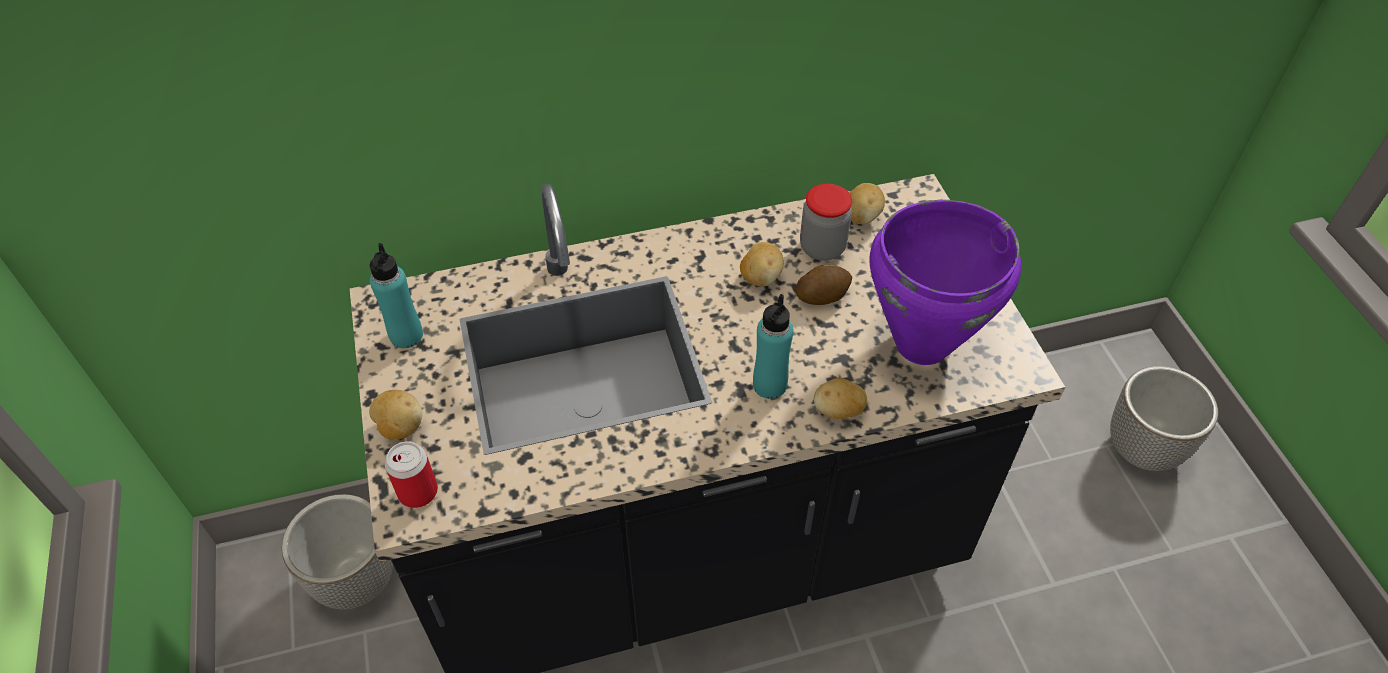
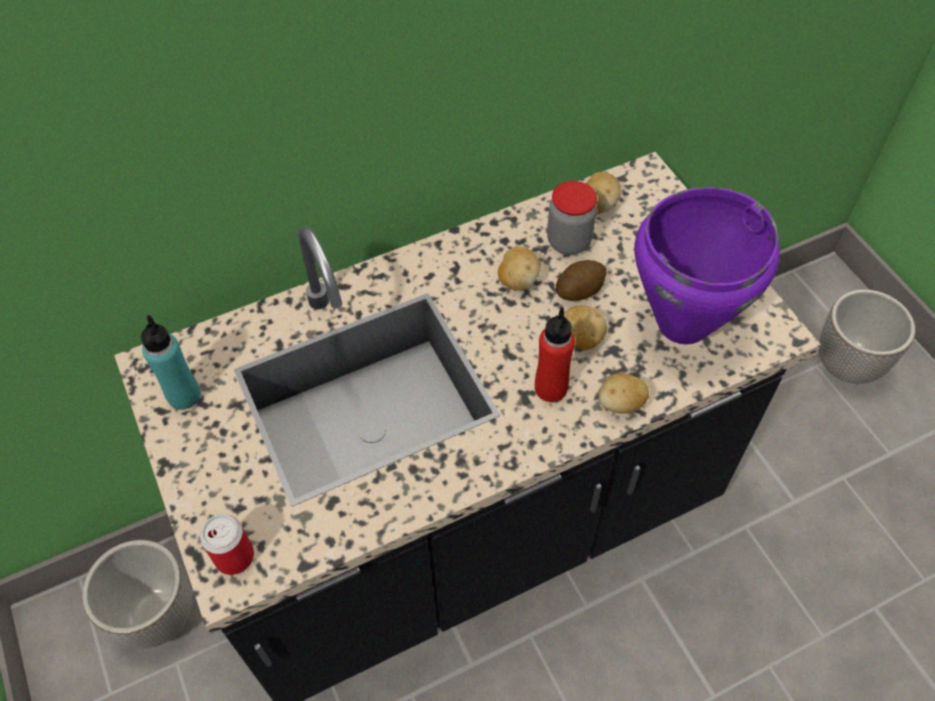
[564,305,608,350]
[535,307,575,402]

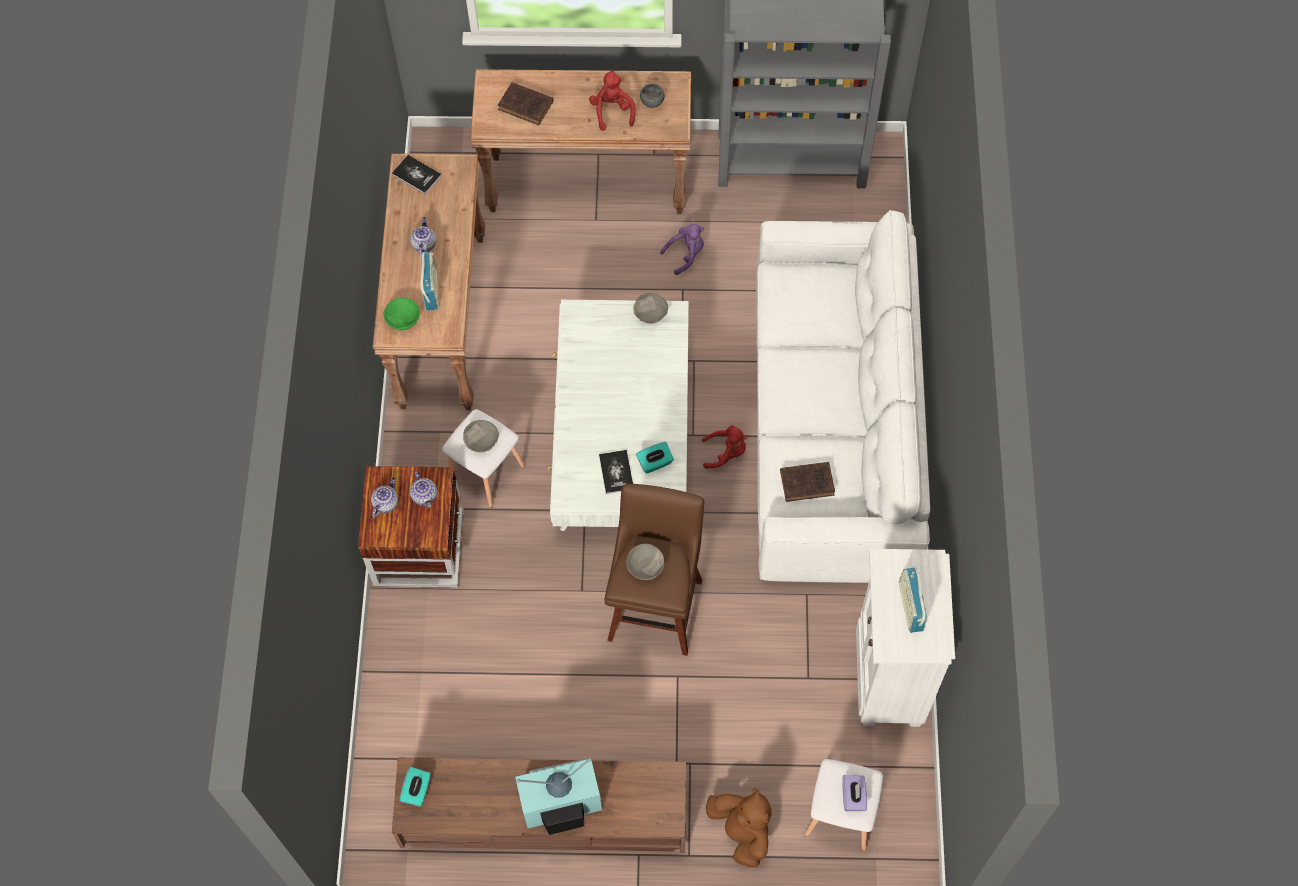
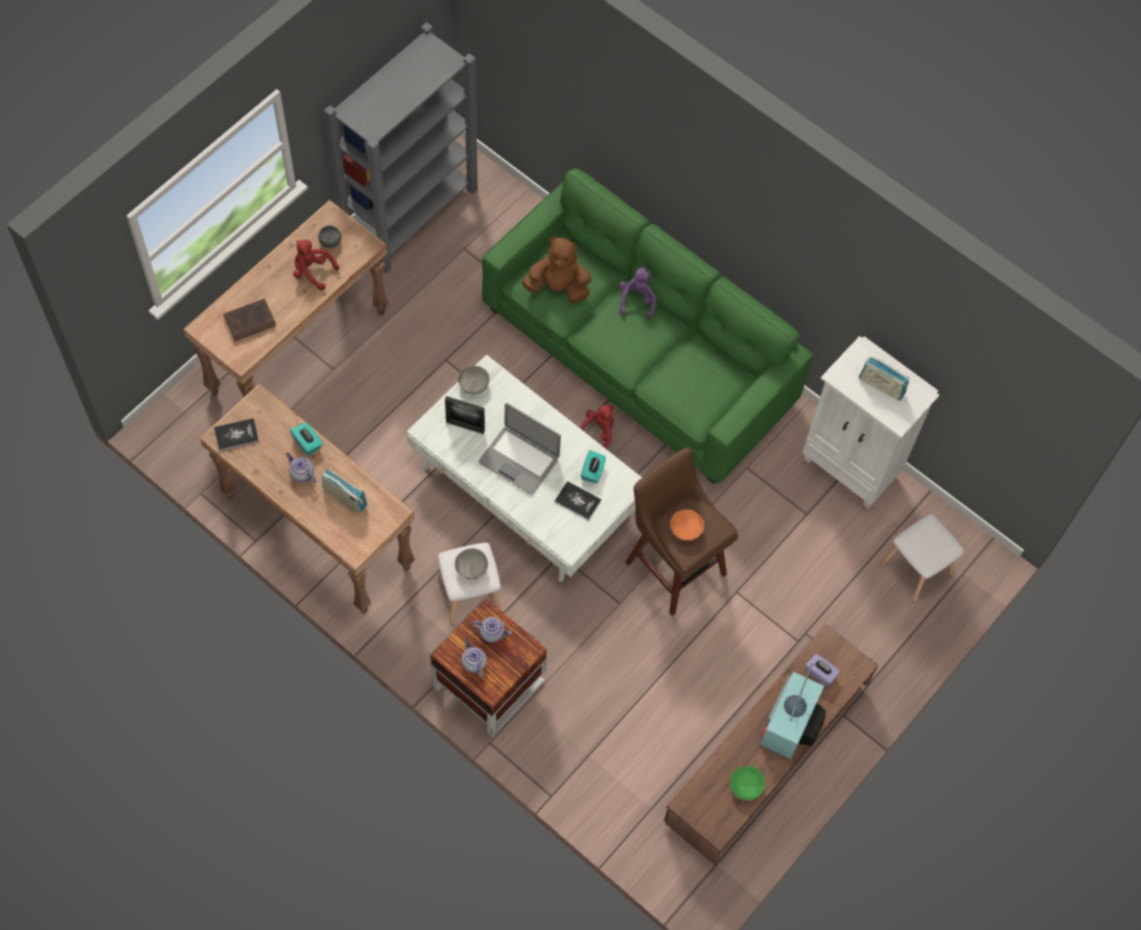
[730,766,765,800]
[290,422,323,456]
[670,509,704,541]
[619,266,657,320]
[522,236,591,303]
[482,168,813,484]
[780,462,835,502] (first image)
[805,654,840,686]
[445,396,485,434]
[478,403,561,495]

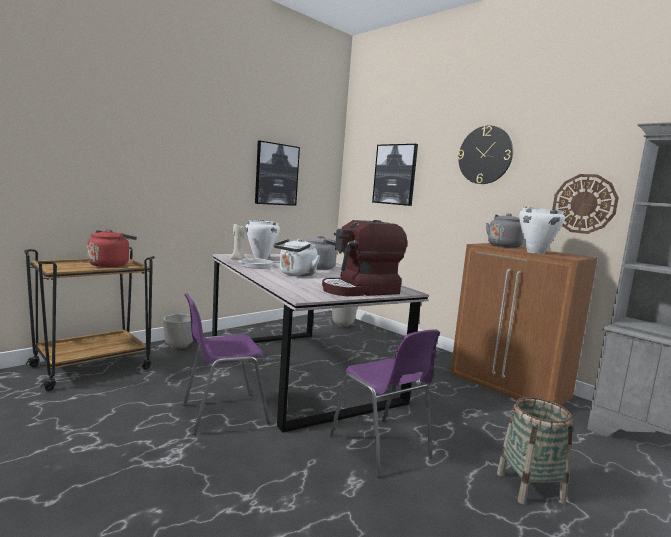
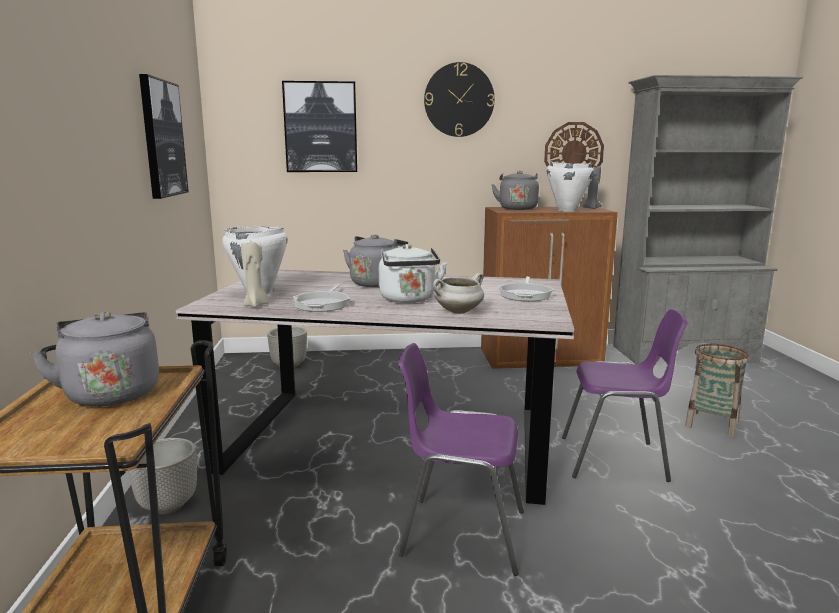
[30,311,159,407]
[398,343,524,576]
[498,276,554,301]
[433,273,484,314]
[583,166,602,209]

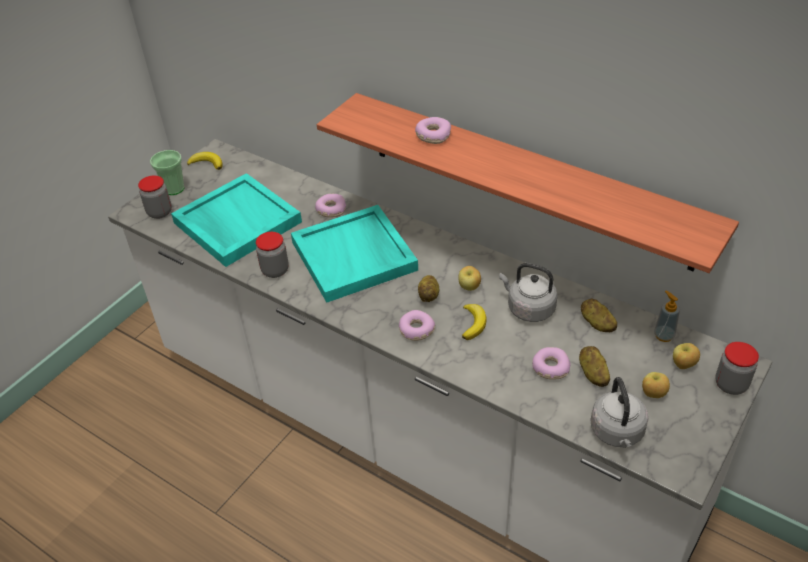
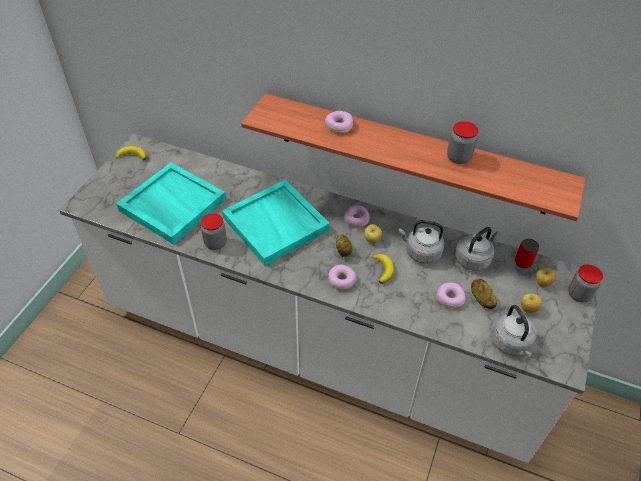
[447,121,478,164]
[150,150,184,195] (first image)
[344,205,370,227]
[455,227,500,271]
[515,239,539,268]

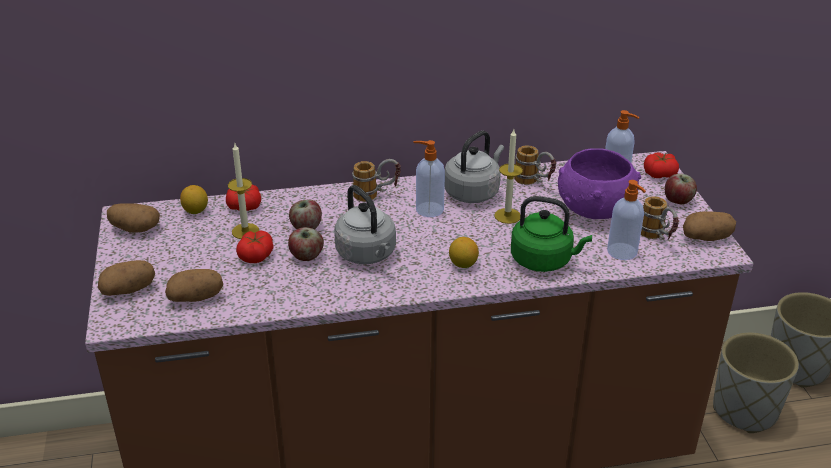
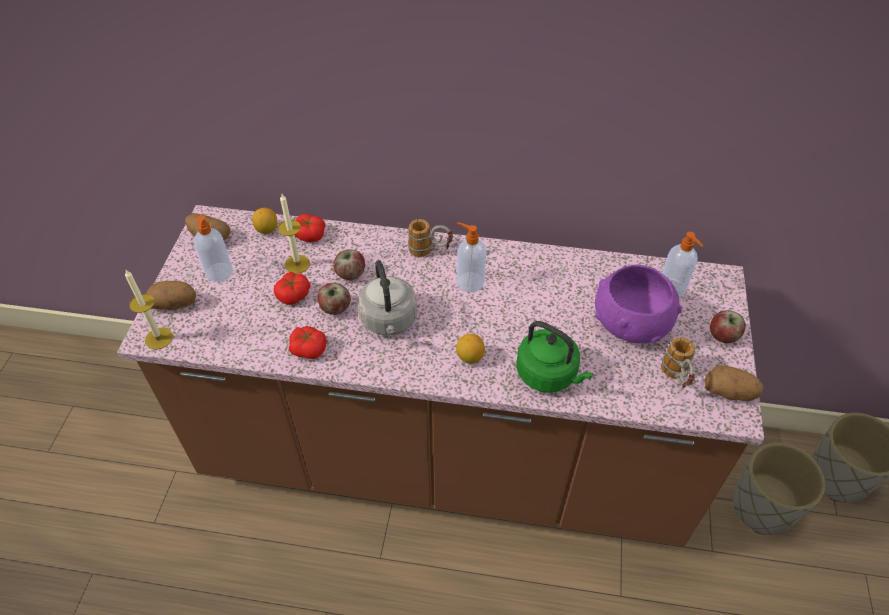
[165,269,223,302] (first image)
[445,131,504,203] (first image)
[125,270,173,350]
[514,145,556,185] (first image)
[194,215,233,282]
[289,326,327,359]

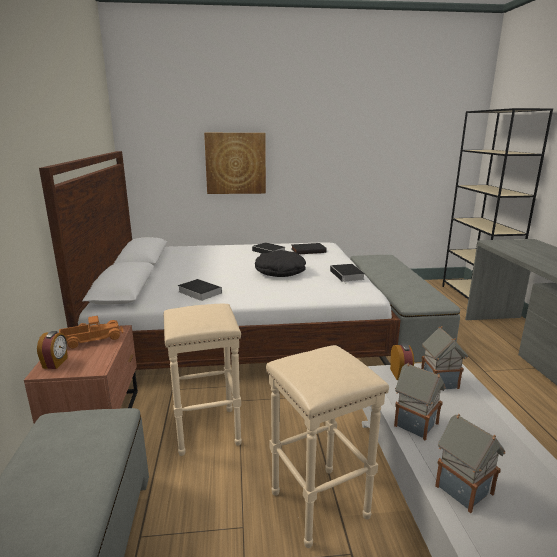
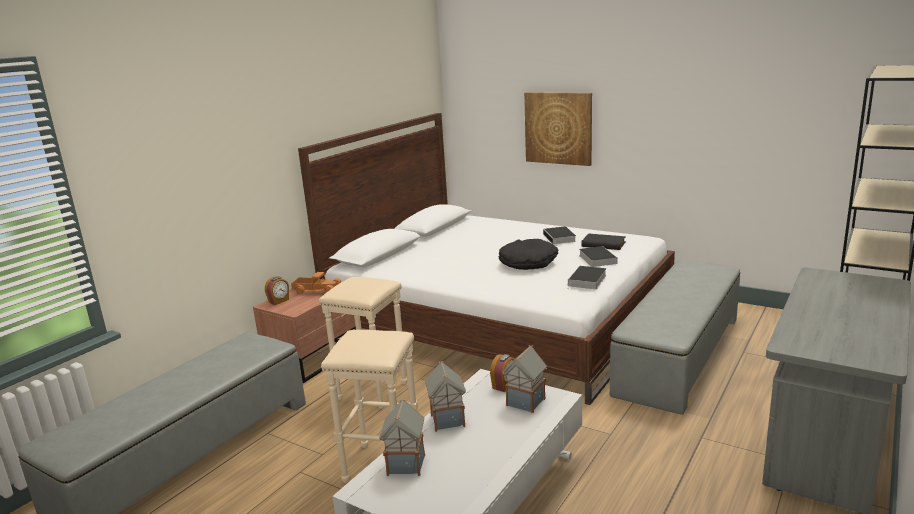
[579,246,617,267]

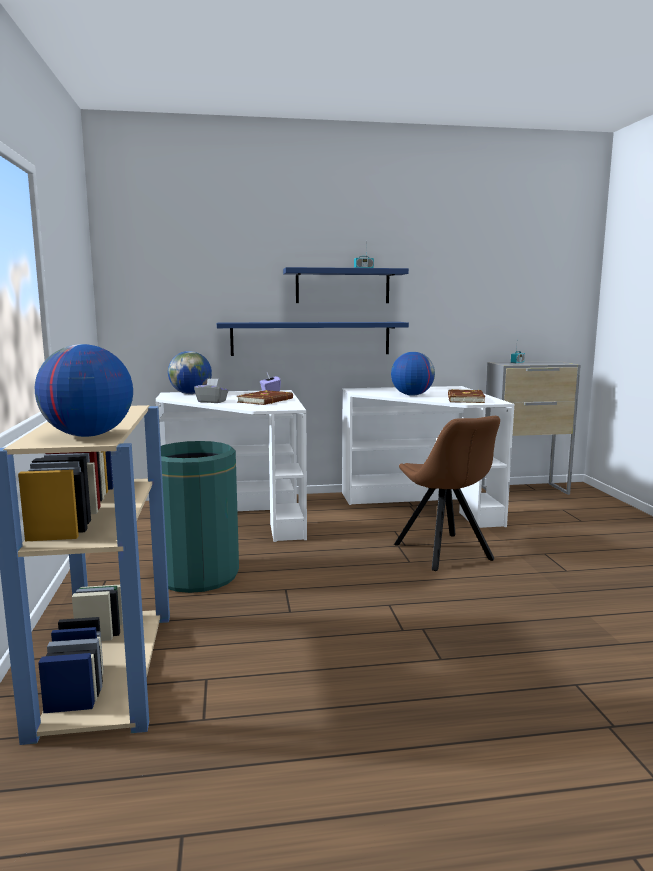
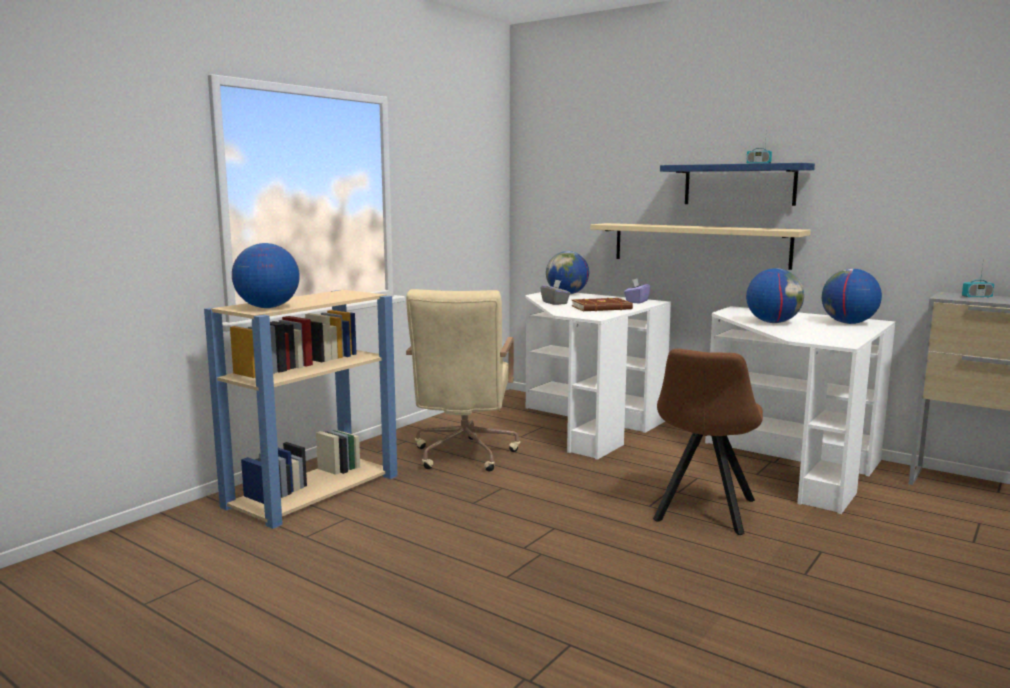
[406,289,520,472]
[590,223,811,270]
[448,389,485,403] (first image)
[822,269,882,324]

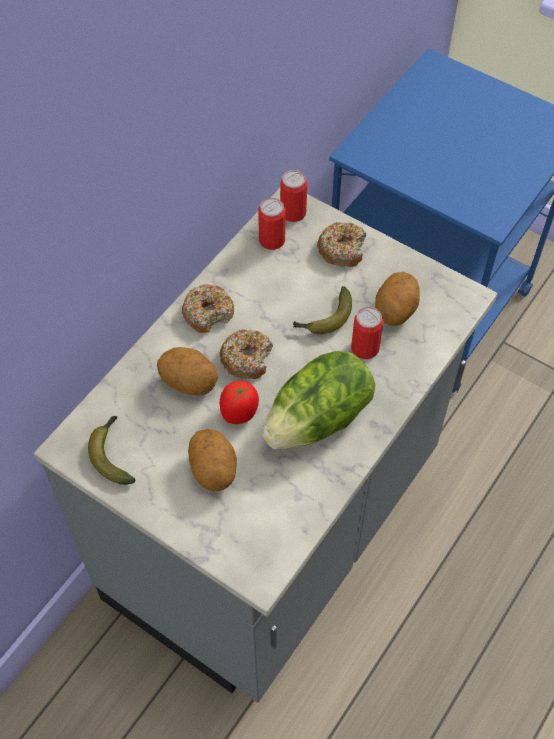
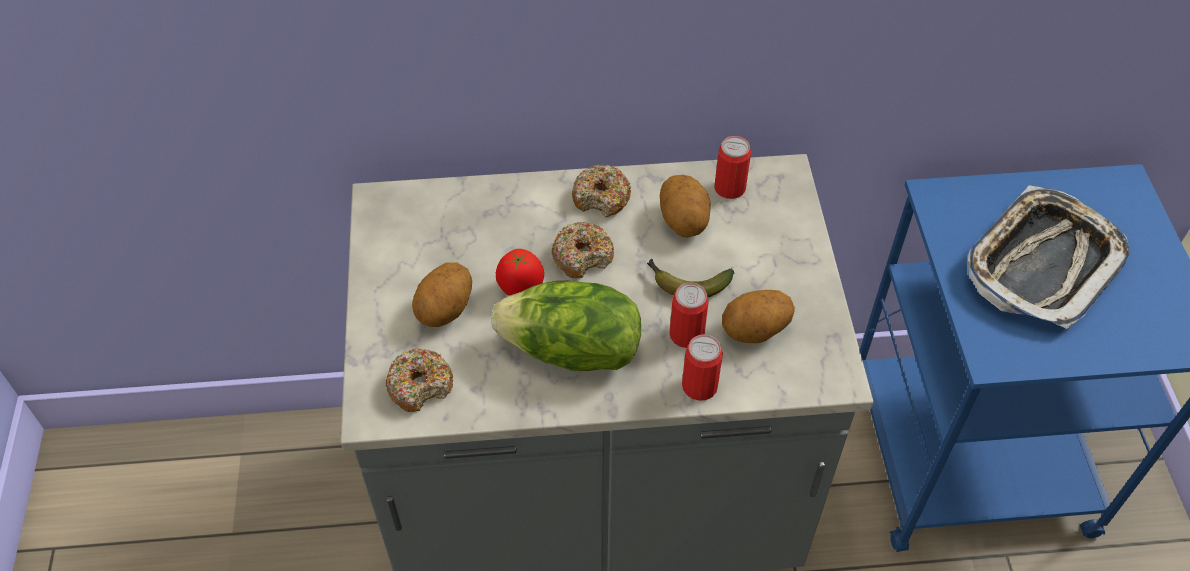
[88,416,135,485] (first image)
[660,175,711,237]
[682,334,723,401]
[386,348,453,412]
[968,186,1130,329]

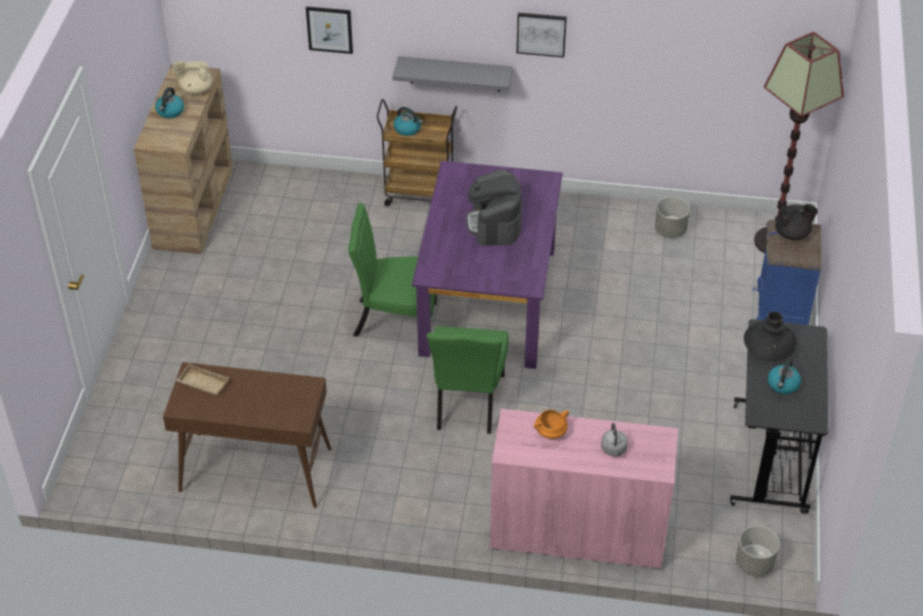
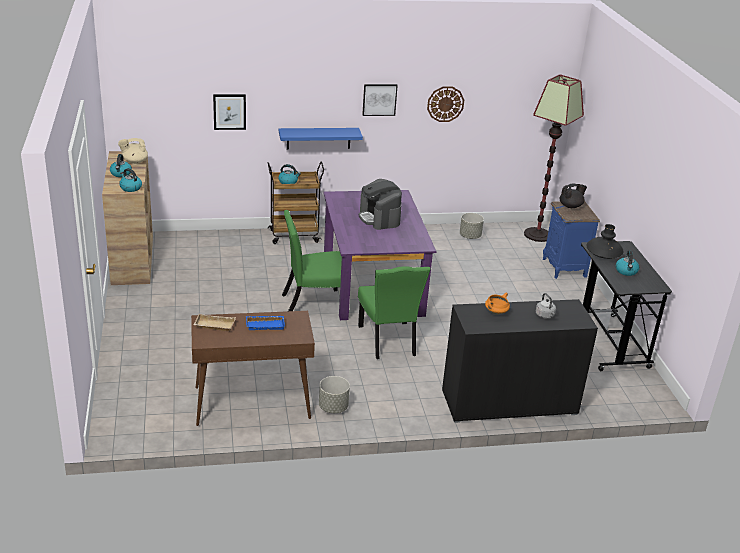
[279,128,363,150]
[442,299,598,423]
[319,376,350,413]
[119,168,142,192]
[246,316,285,330]
[427,86,464,122]

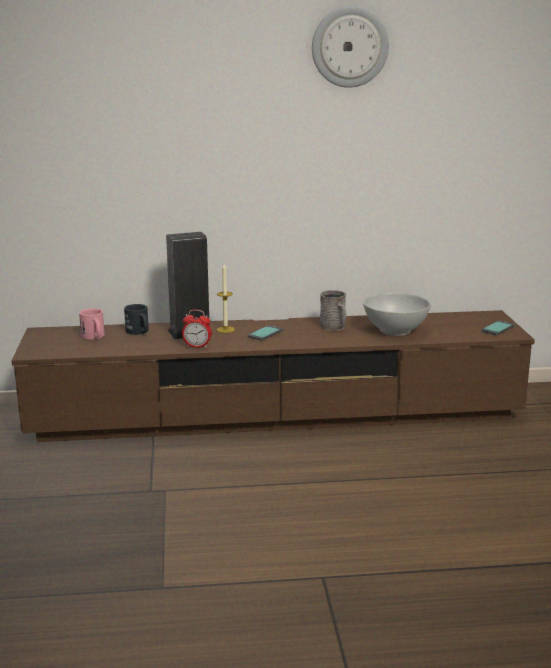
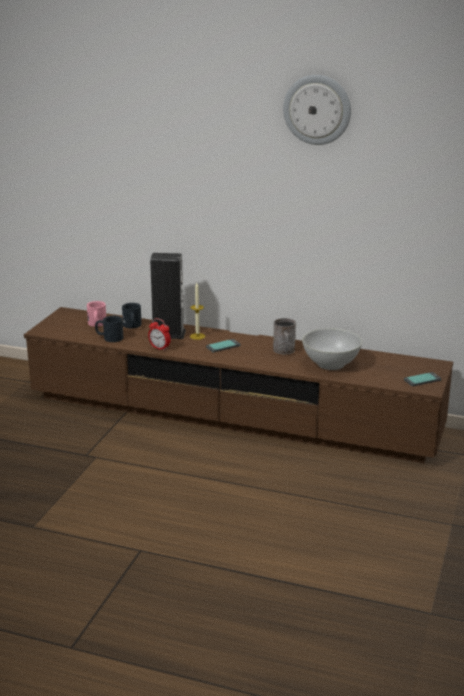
[95,316,123,342]

